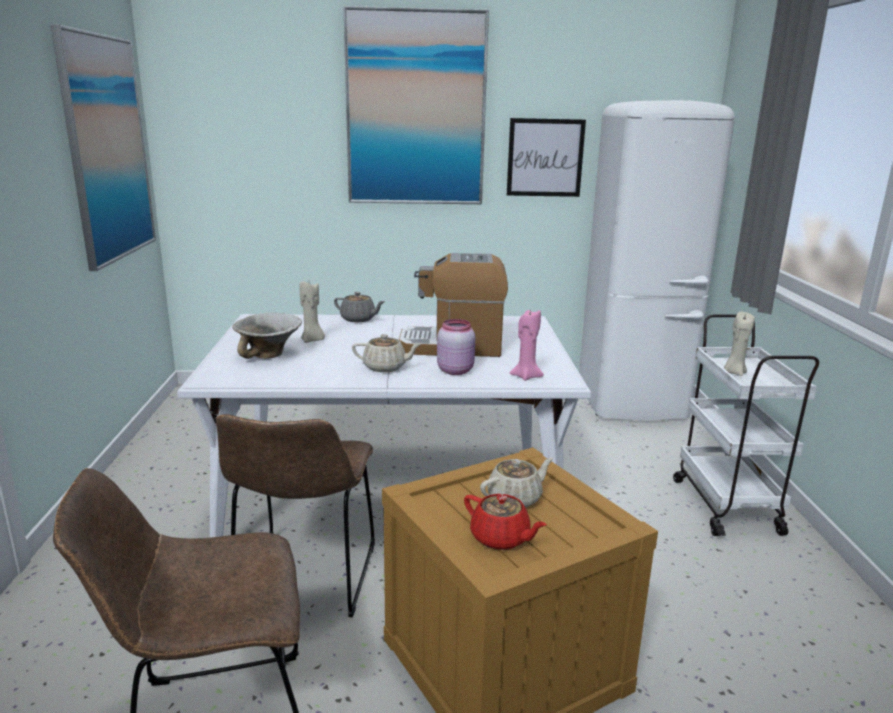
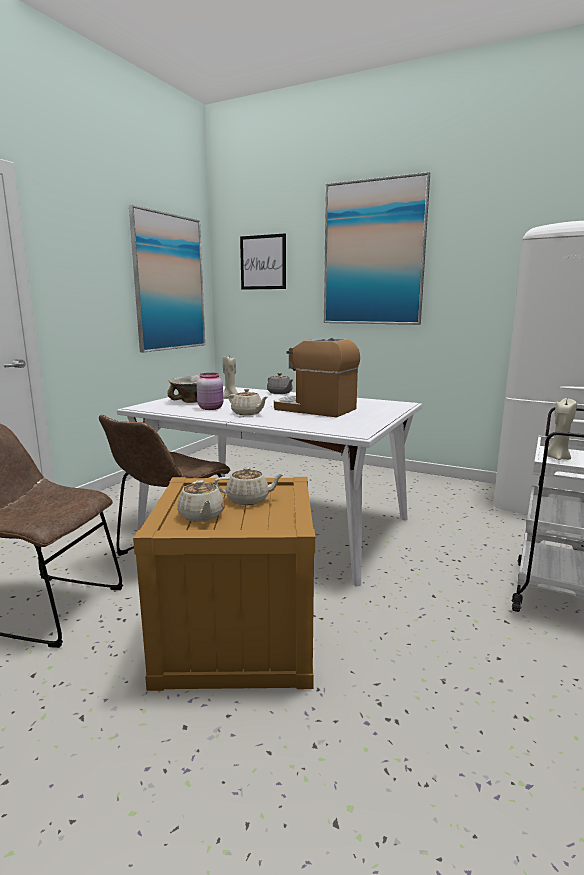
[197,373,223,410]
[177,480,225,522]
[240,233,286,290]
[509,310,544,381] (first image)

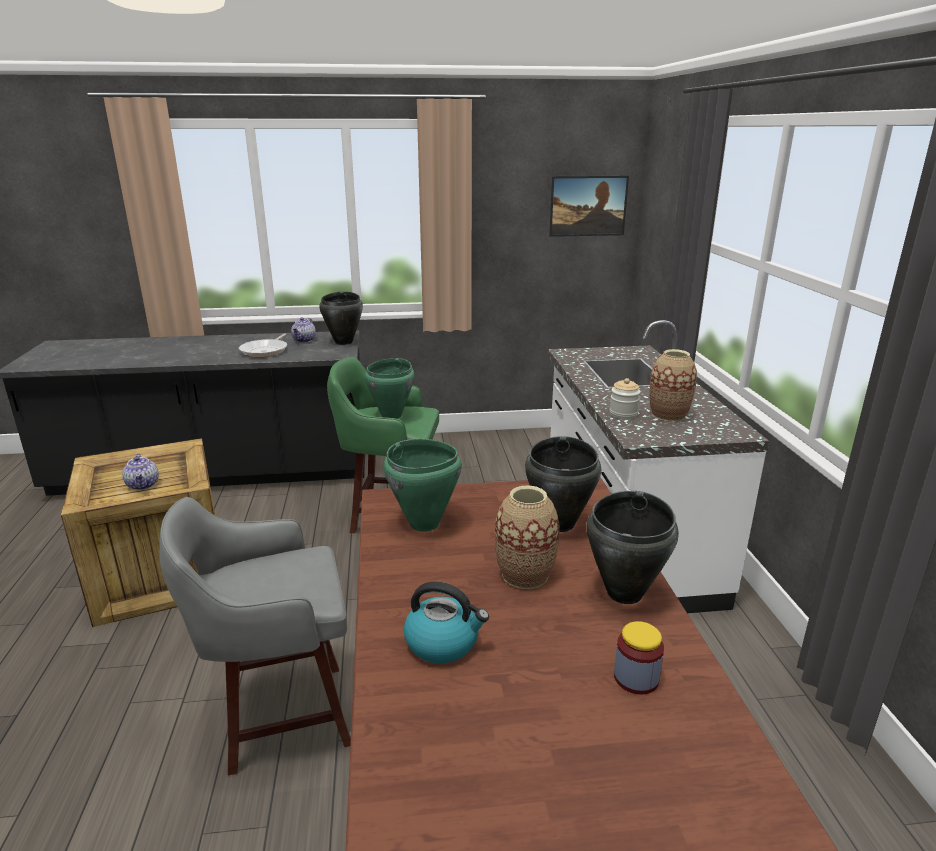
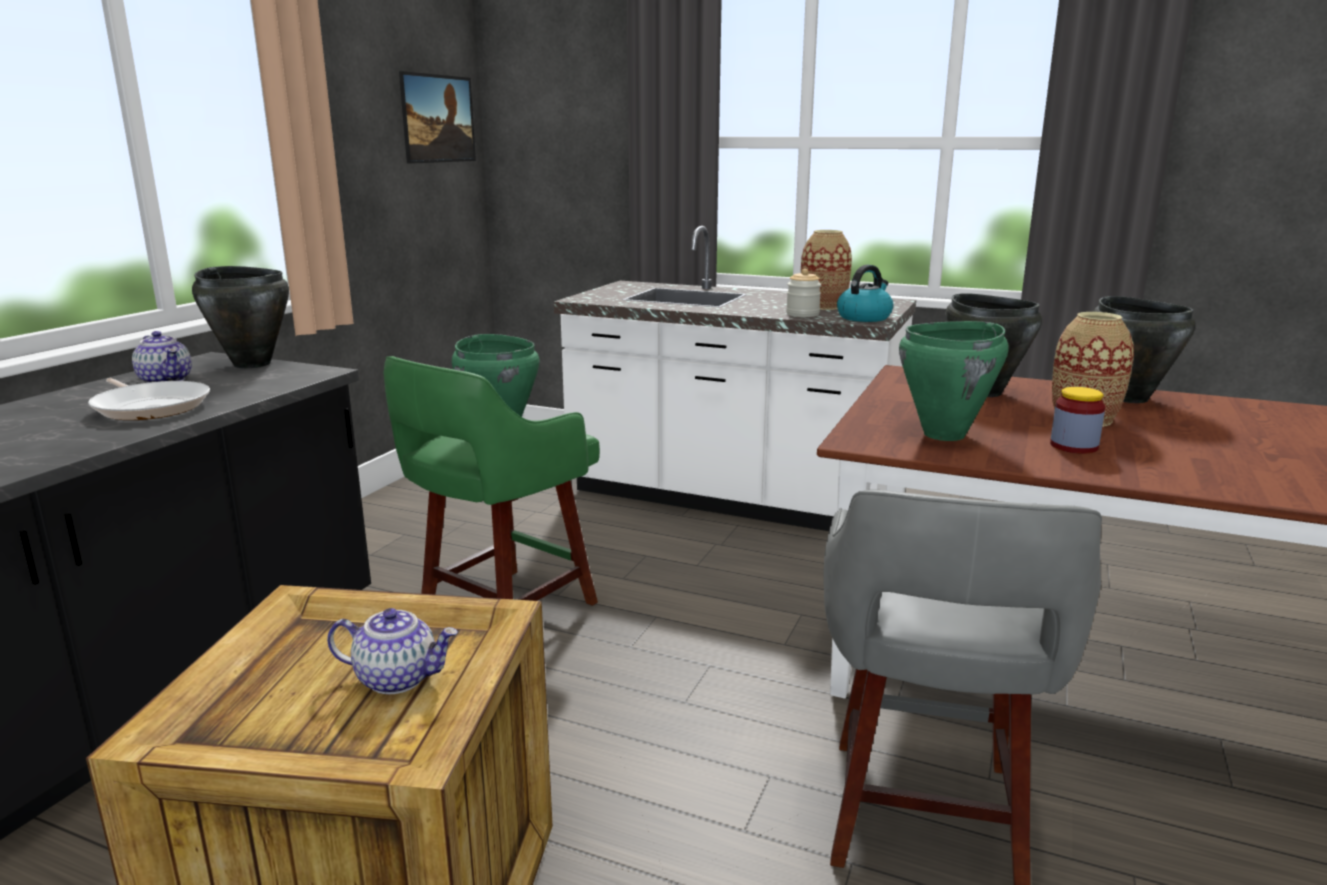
[837,265,893,322]
[1050,387,1105,454]

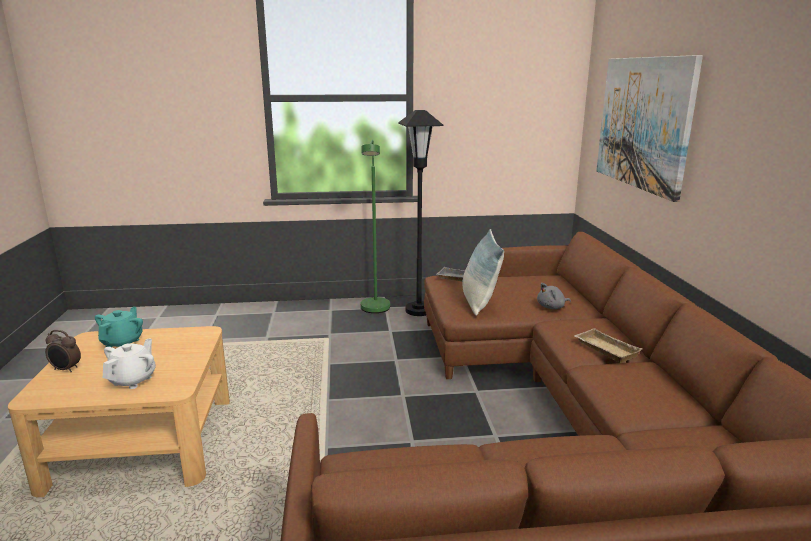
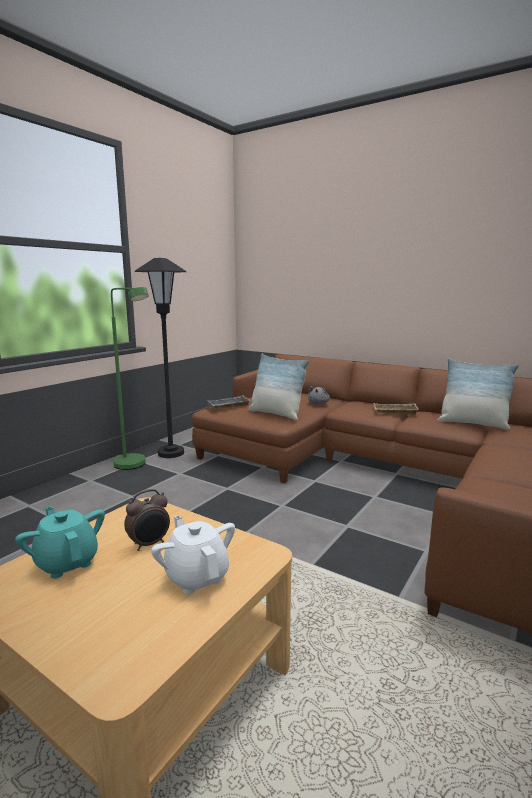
[124,489,170,551]
[596,55,703,202] (first image)
[437,359,519,430]

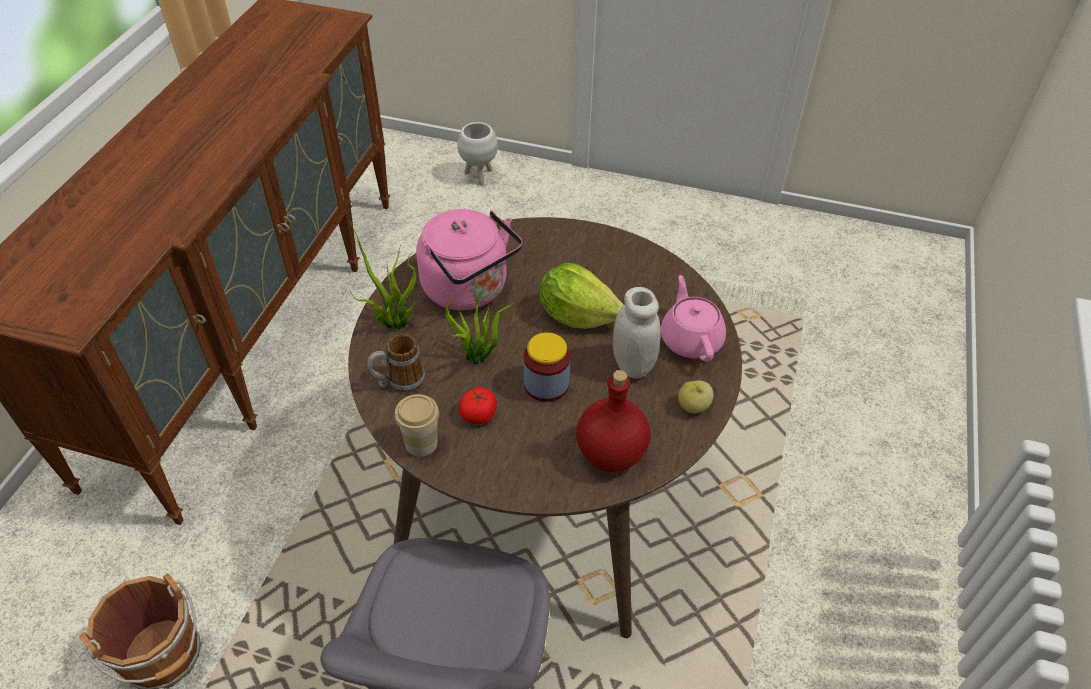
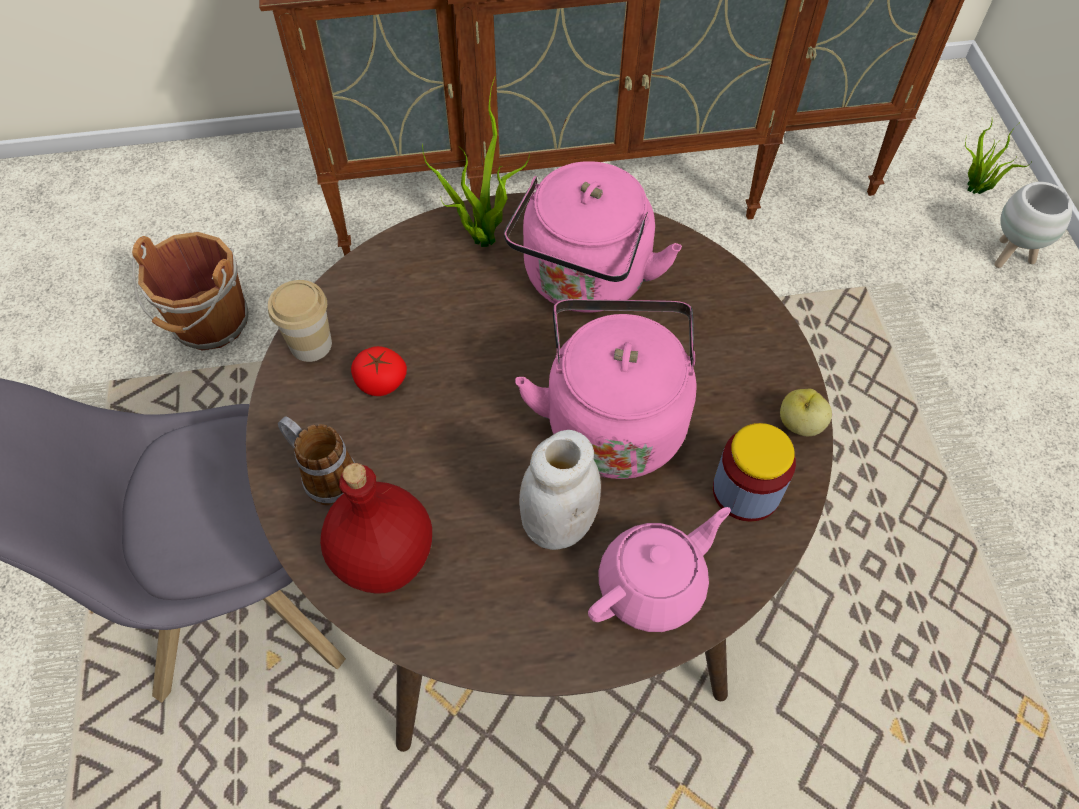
[278,416,355,505]
[965,120,1033,194]
[713,423,796,522]
[515,299,697,479]
[780,389,832,436]

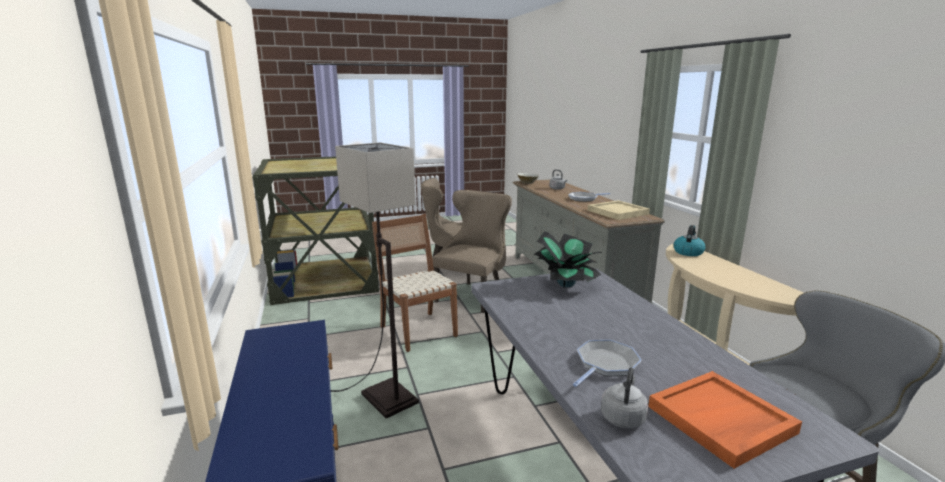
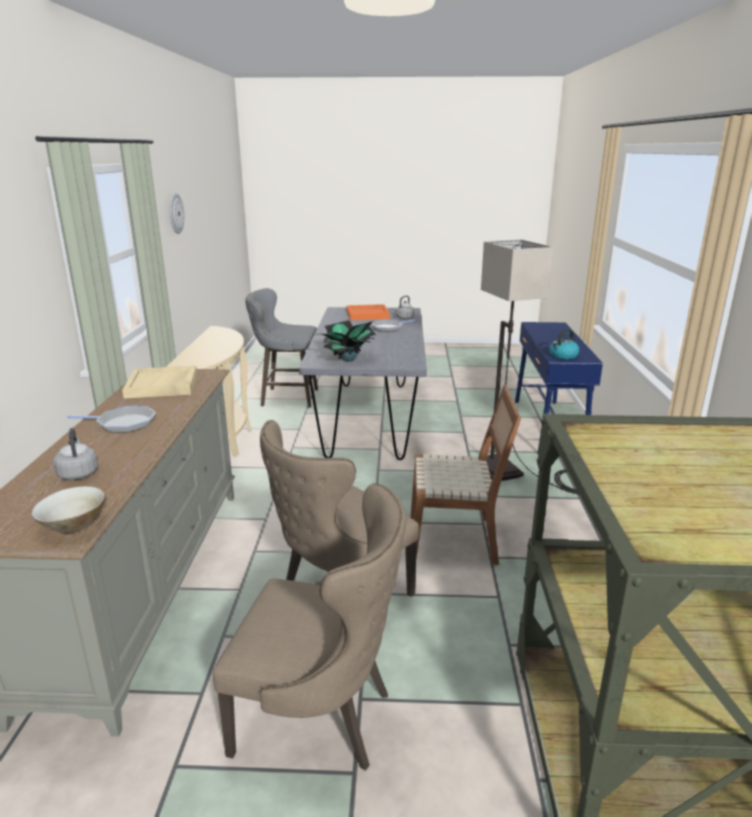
[410,385,521,565]
[549,329,579,360]
[170,193,184,234]

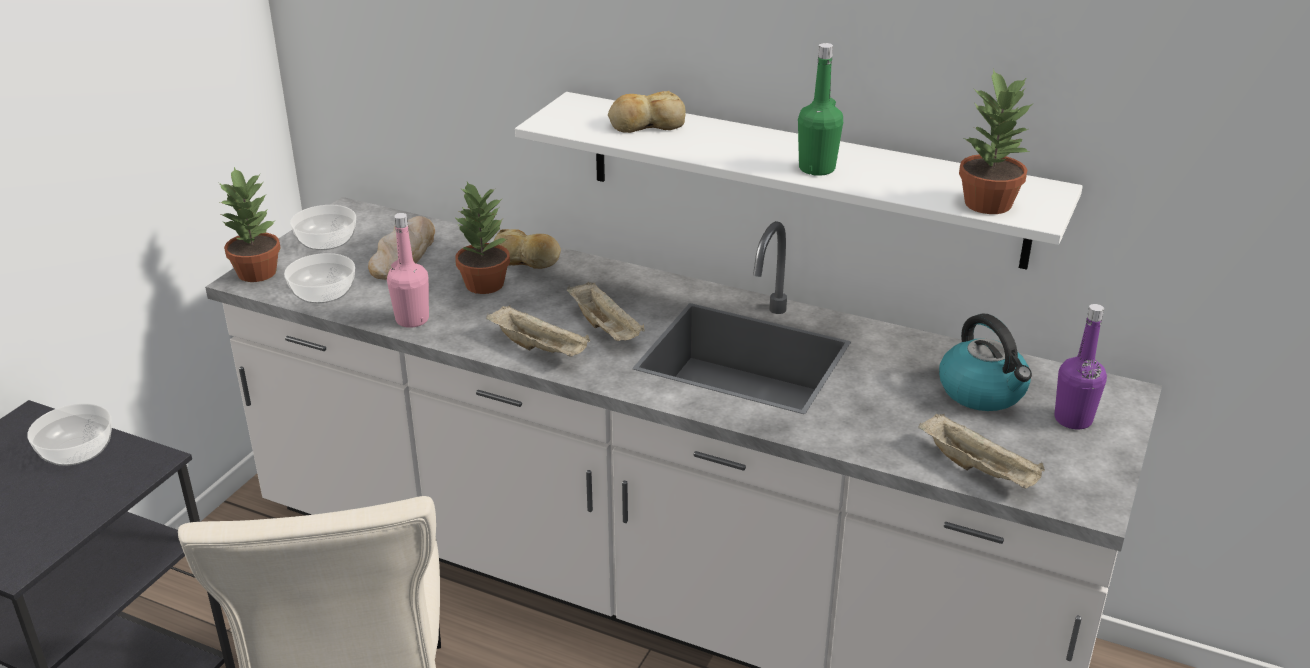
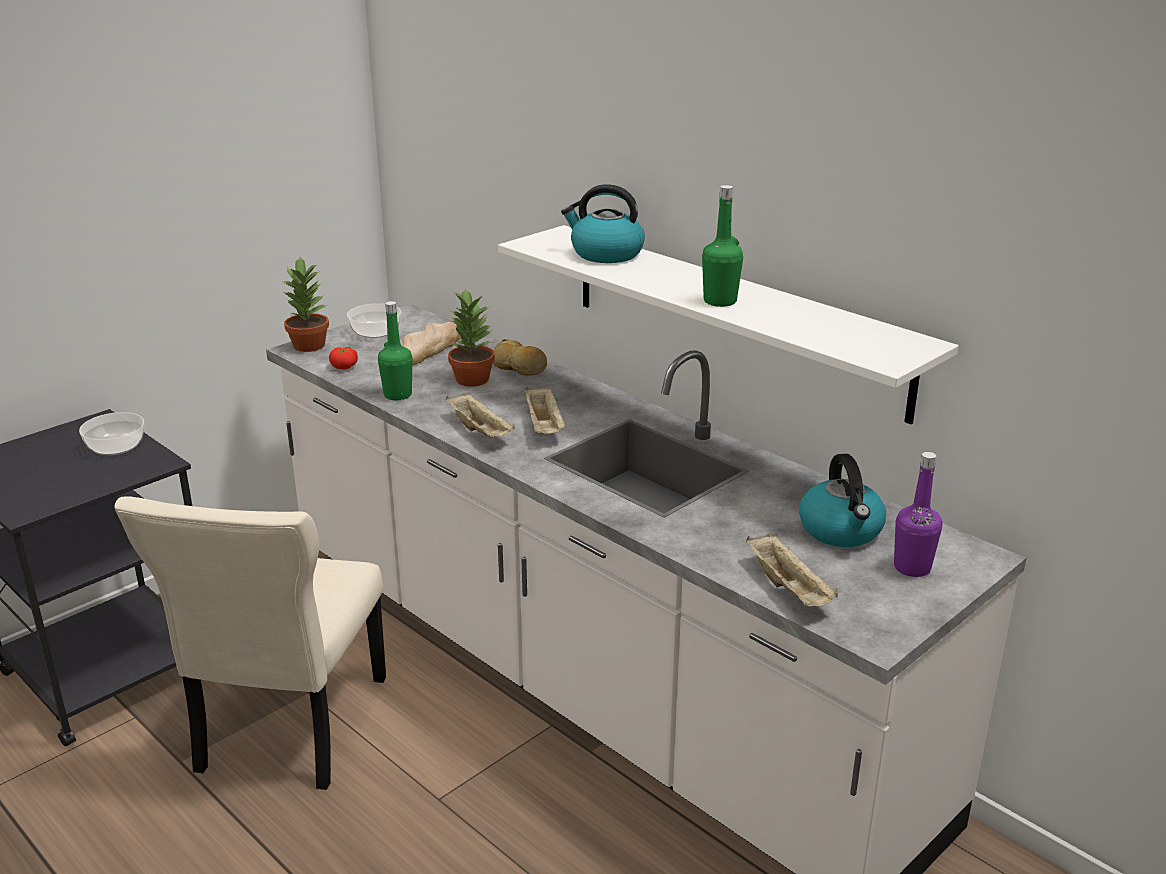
[329,347,358,370]
[378,301,413,400]
[561,184,645,263]
[959,69,1034,214] (first image)

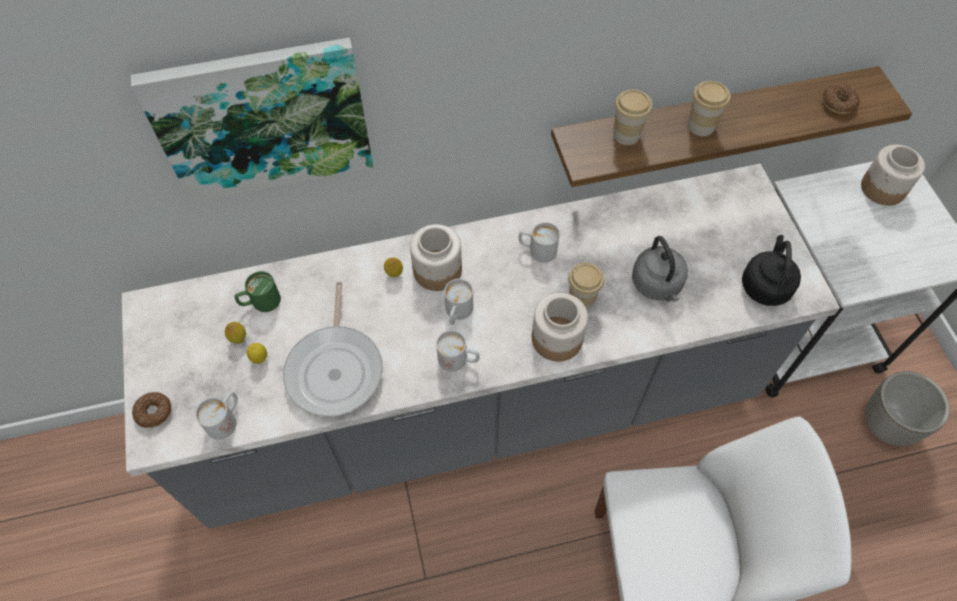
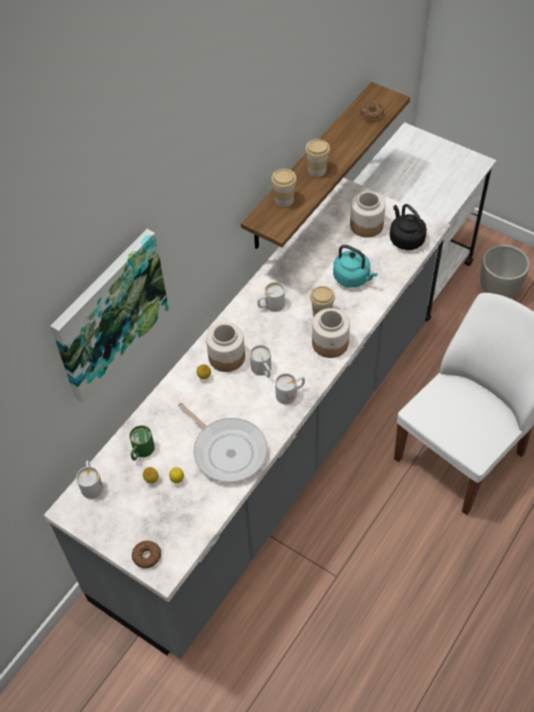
[76,460,103,499]
[333,245,377,288]
[350,191,386,238]

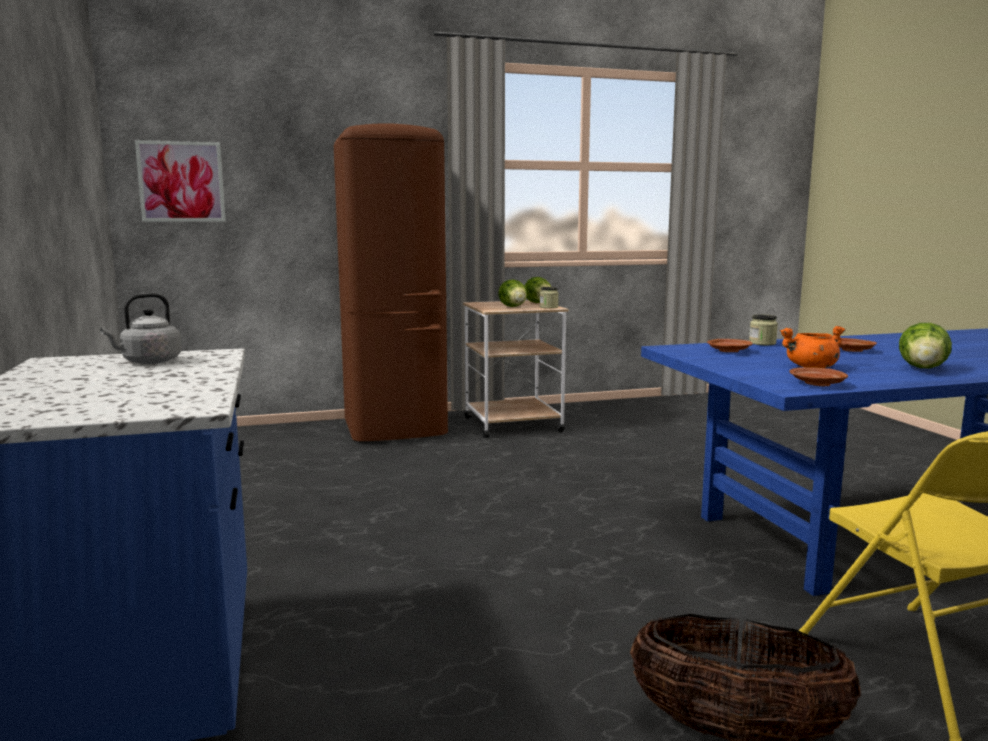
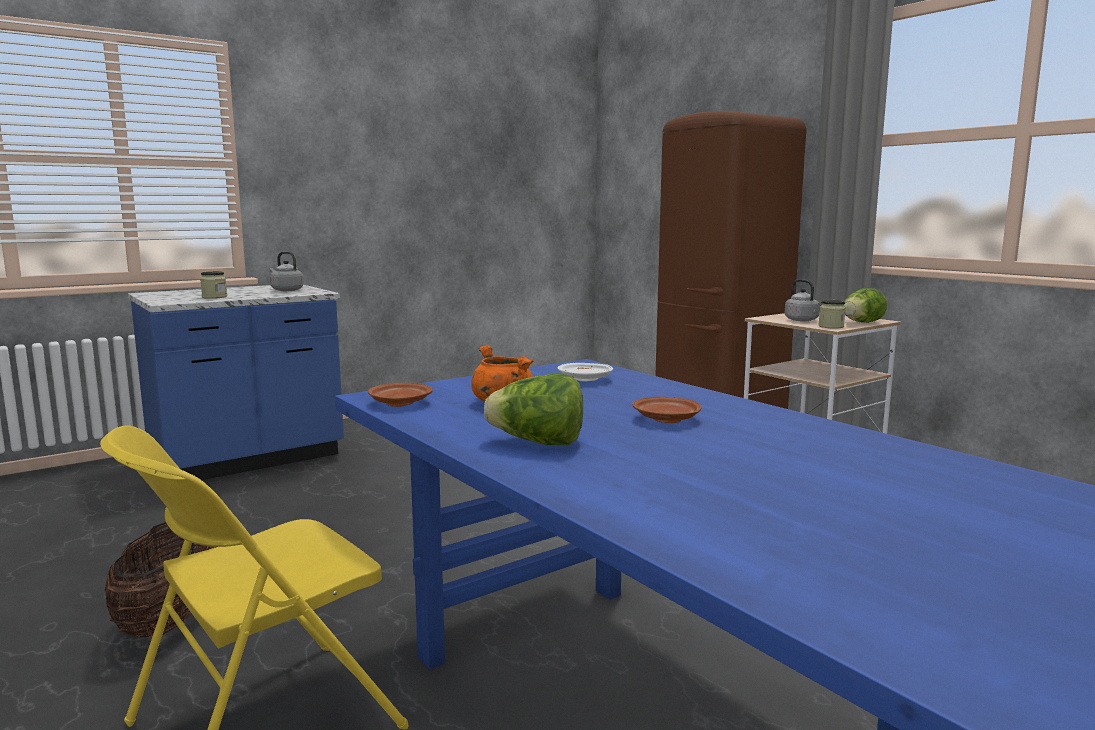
[135,140,226,222] (first image)
[785,279,822,321]
[558,363,613,381]
[200,271,227,299]

